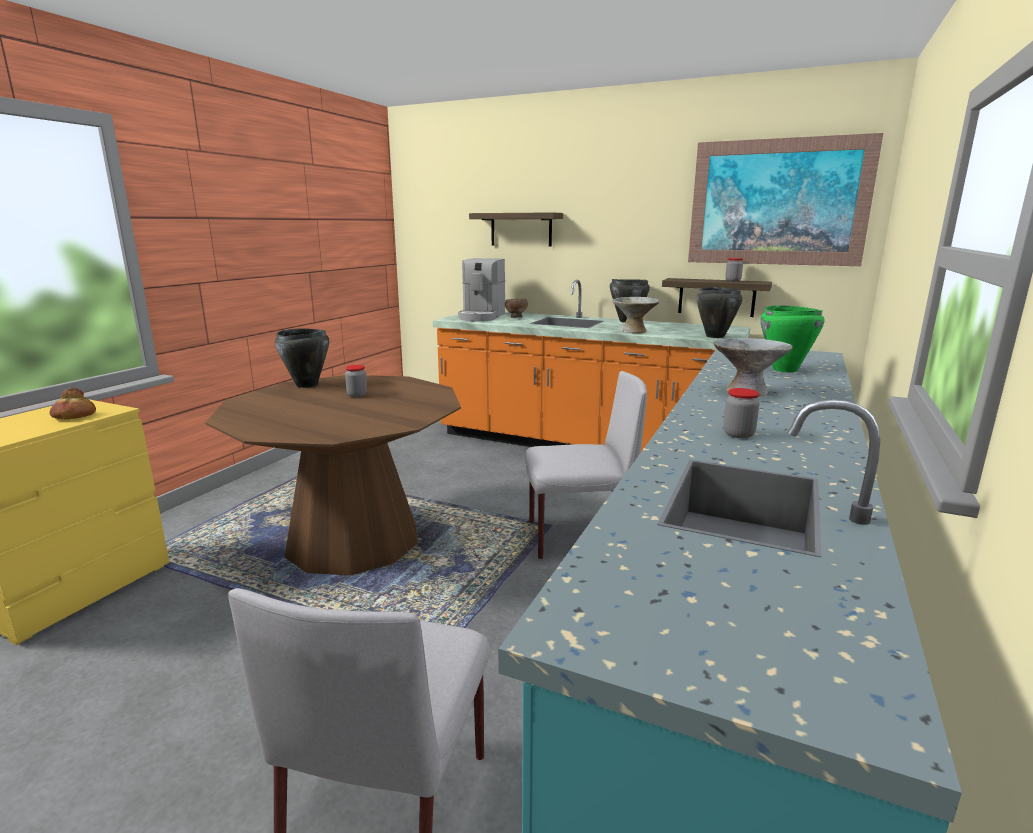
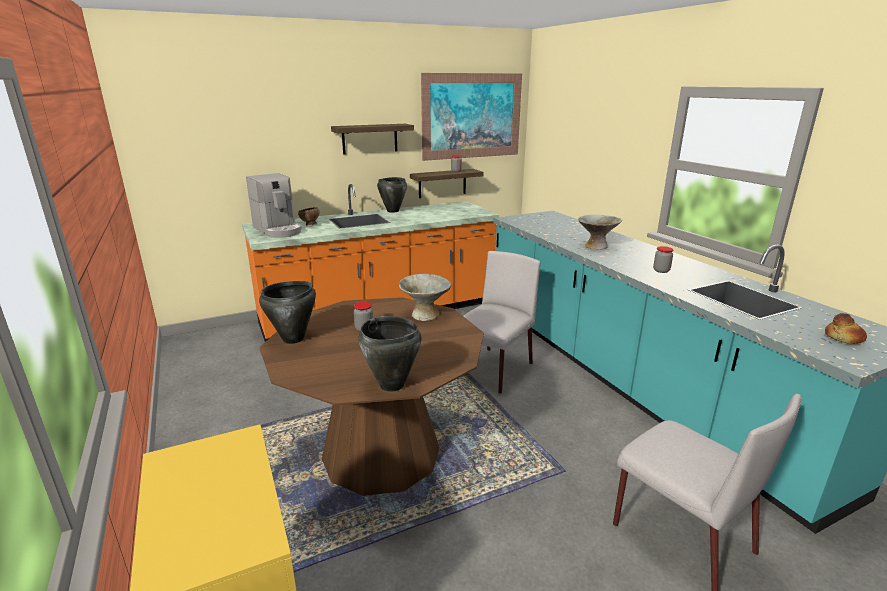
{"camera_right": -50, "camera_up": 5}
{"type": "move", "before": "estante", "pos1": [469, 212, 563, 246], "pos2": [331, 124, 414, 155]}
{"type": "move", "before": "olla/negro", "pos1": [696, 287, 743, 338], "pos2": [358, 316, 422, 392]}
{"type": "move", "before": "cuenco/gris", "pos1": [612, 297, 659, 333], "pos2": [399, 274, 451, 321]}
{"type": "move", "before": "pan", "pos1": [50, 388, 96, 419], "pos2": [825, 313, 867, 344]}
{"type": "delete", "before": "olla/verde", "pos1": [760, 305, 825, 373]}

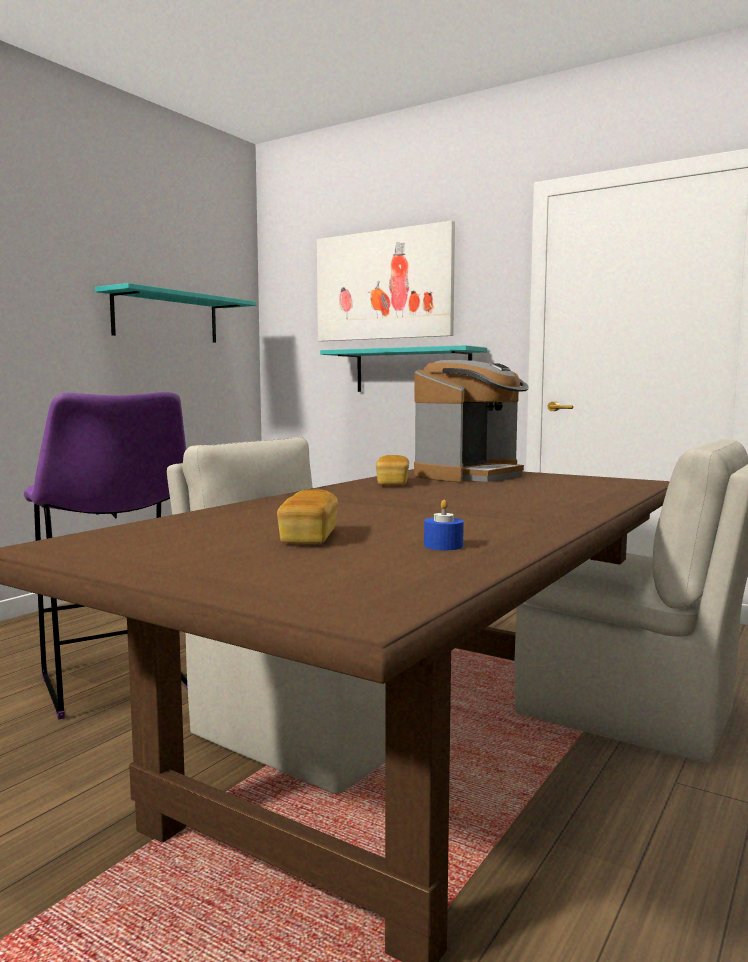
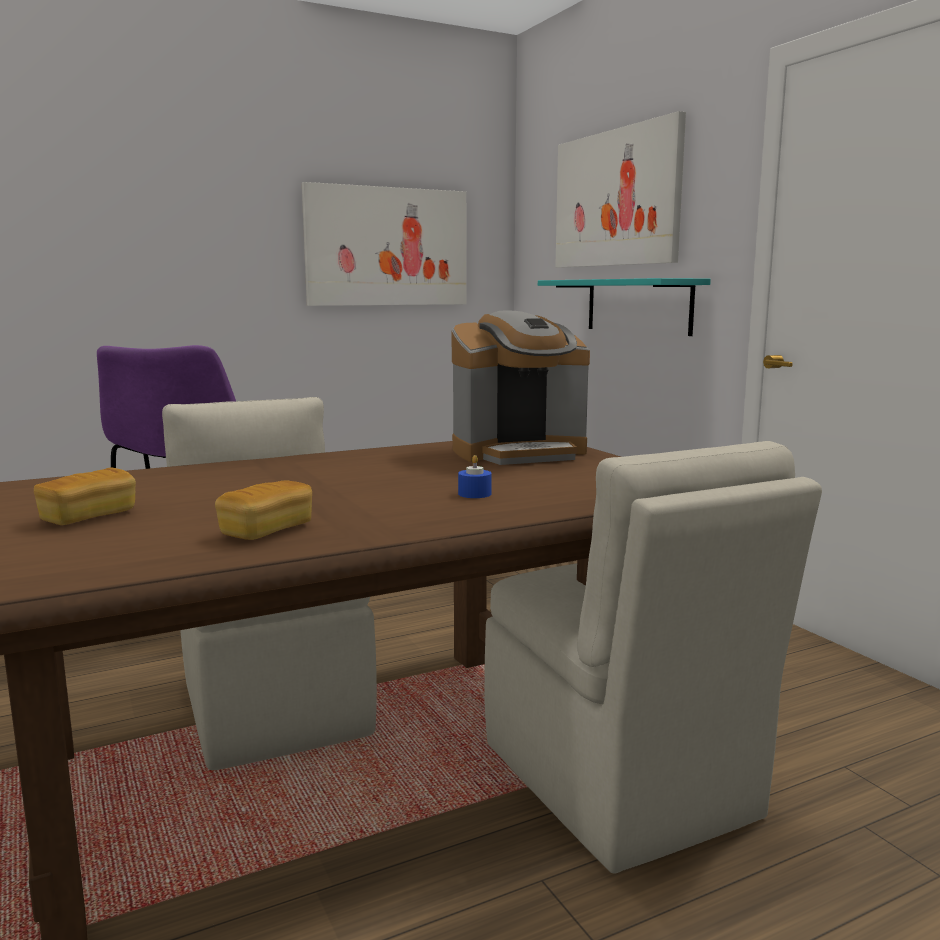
{"camera_right": 30, "camera_up": 5}
{"type": "move", "before": "pan", "pos1": [376, 455, 409, 486], "pos2": [215, 481, 312, 540]}
{"type": "replace", "before": "estante/turquesa", "after": "cuadro", "pos1": [95, 283, 256, 343], "pos2": [302, 182, 466, 306]}
{"type": "move", "before": "vela/azul", "pos1": [424, 500, 464, 550], "pos2": [458, 455, 492, 498]}

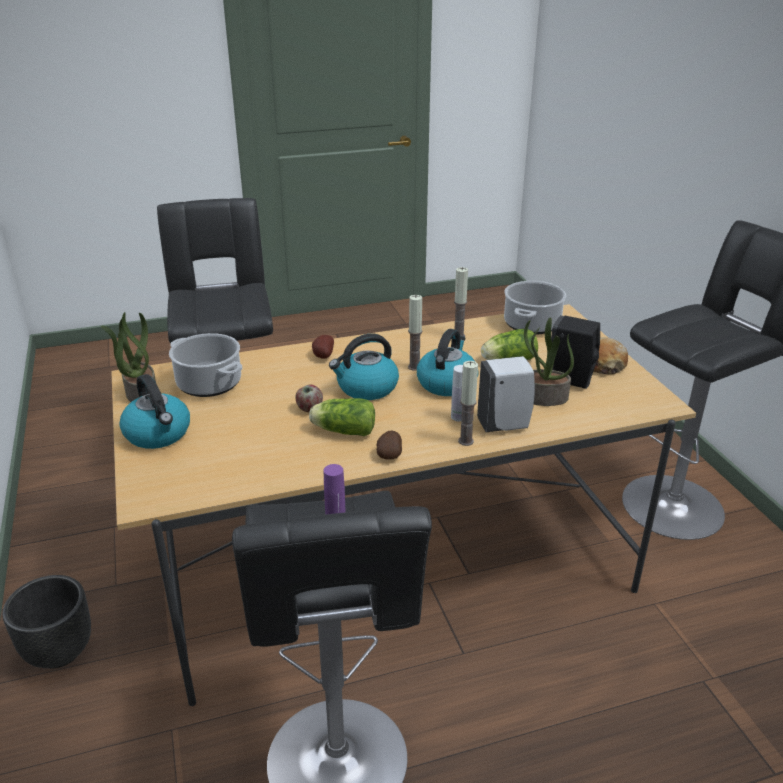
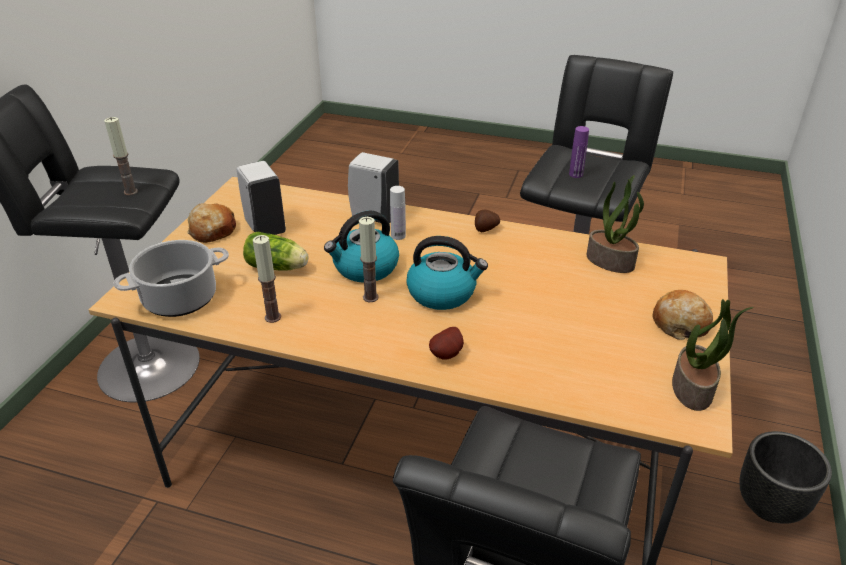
{"camera_right": -145, "camera_up": 5}
{"type": "move", "before": "vela", "pos1": [458, 361, 478, 446], "pos2": [104, 117, 138, 195]}
{"type": "recolor", "before": "dispensador de jabón/negro", "after": "dispensador de jabón/blanco", "pos1": [551, 315, 600, 389], "pos2": [237, 161, 286, 235]}
{"type": "move", "before": "planta en maceta", "pos1": [524, 317, 574, 406], "pos2": [586, 175, 644, 273]}
{"type": "replace", "before": "hervidor", "after": "pan", "pos1": [119, 374, 190, 449], "pos2": [652, 290, 713, 340]}
{"type": "delete", "before": "olla", "pos1": [169, 333, 242, 397]}
{"type": "delete", "before": "manzana", "pos1": [295, 385, 323, 412]}
{"type": "delete", "before": "lechuga", "pos1": [309, 398, 375, 436]}

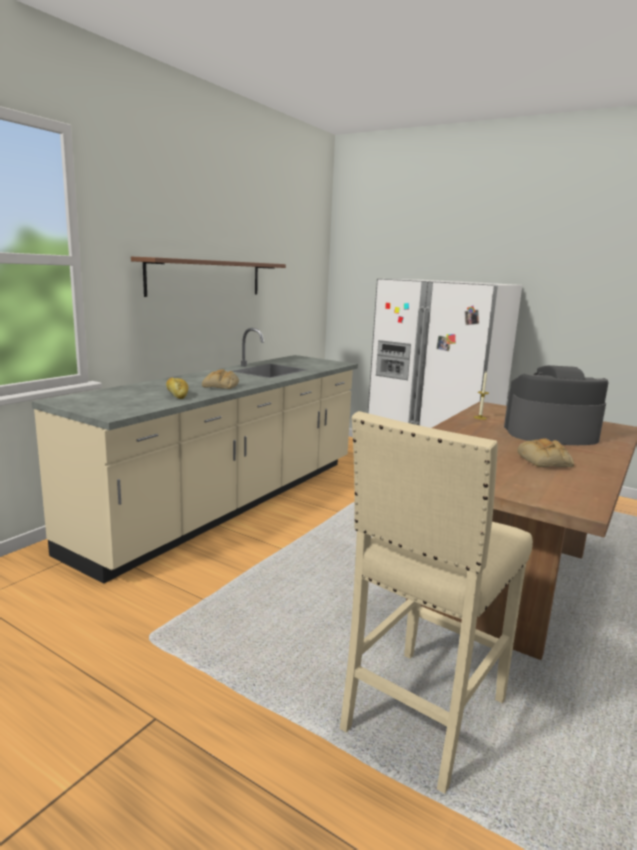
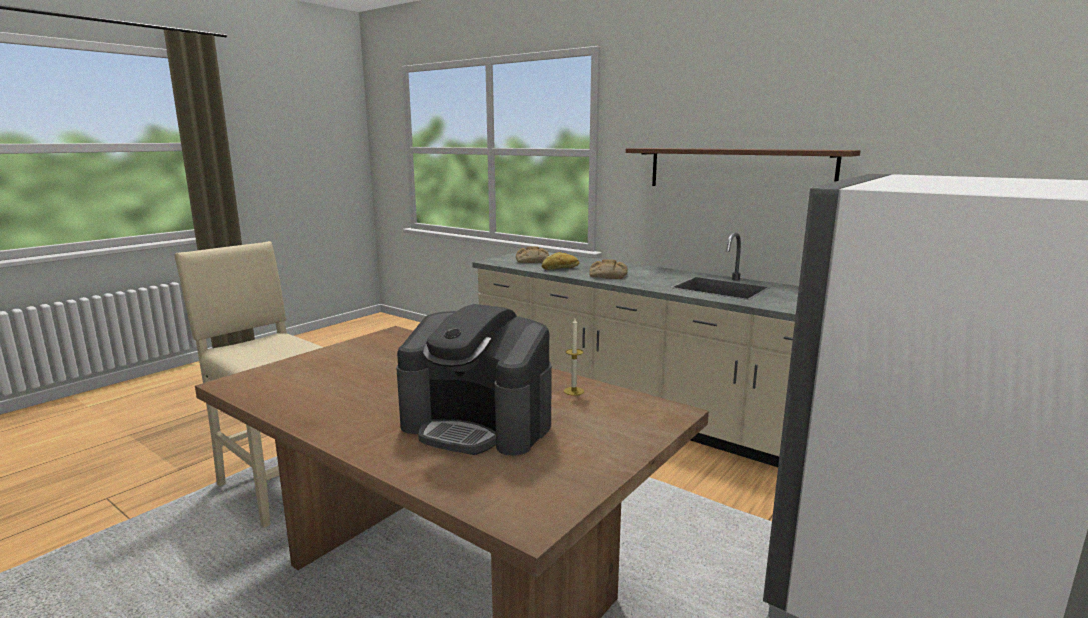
{"camera_right": 95, "camera_up": 0}
{"type": "rotate", "before": "cafetera", "pos1": [504, 365, 609, 445], "pos2": [397, 304, 551, 456], "turn": 105}
{"type": "move", "before": "pan", "pos1": [517, 438, 574, 467], "pos2": [516, 246, 549, 263]}

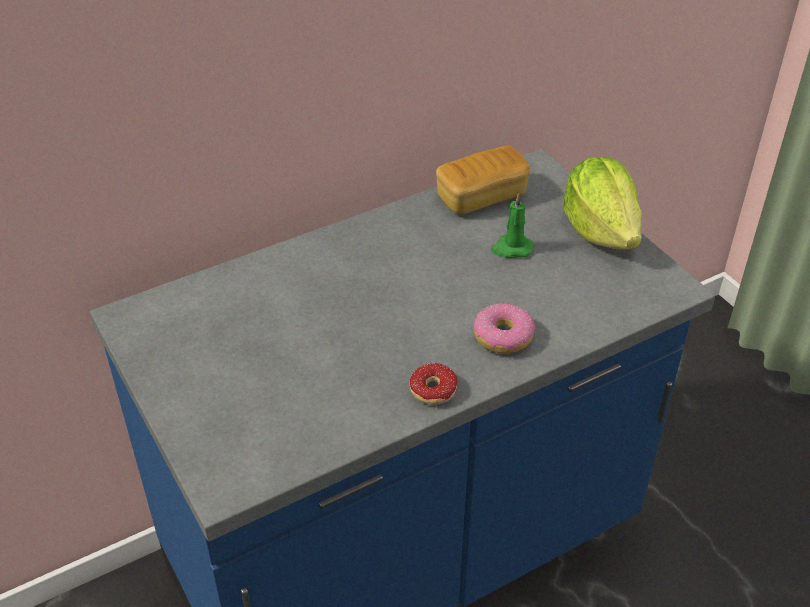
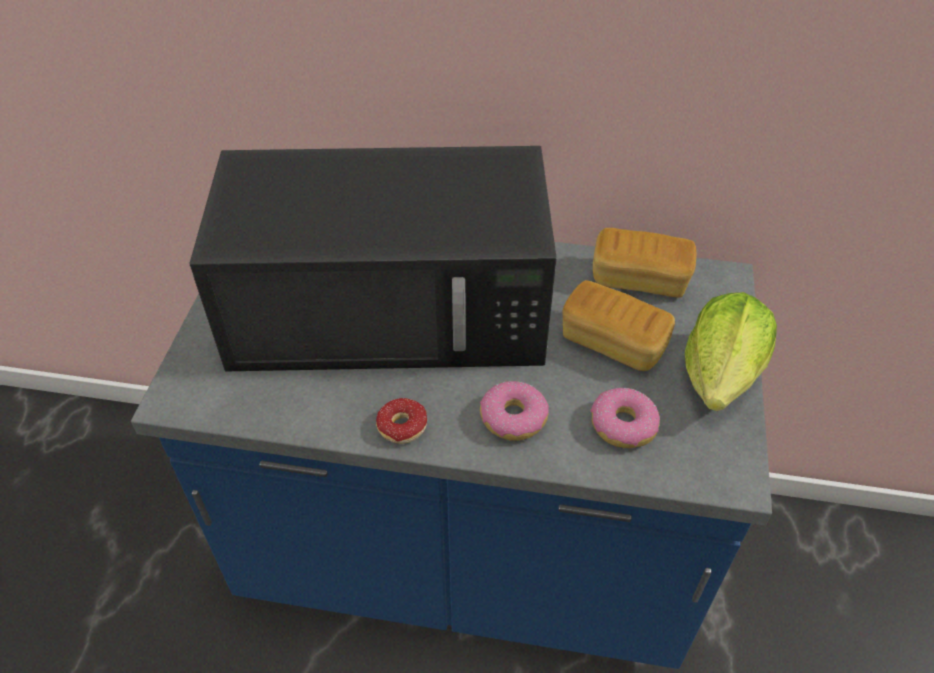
{"camera_right": 40, "camera_up": 5}
{"type": "insert", "after": "microondas/negro", "pos2": [189, 146, 557, 371]}
{"type": "replace", "before": "vela/verde", "after": "pan", "pos1": [491, 193, 534, 258], "pos2": [563, 280, 675, 371]}
{"type": "insert", "after": "rosquilla", "pos2": [590, 387, 660, 448]}

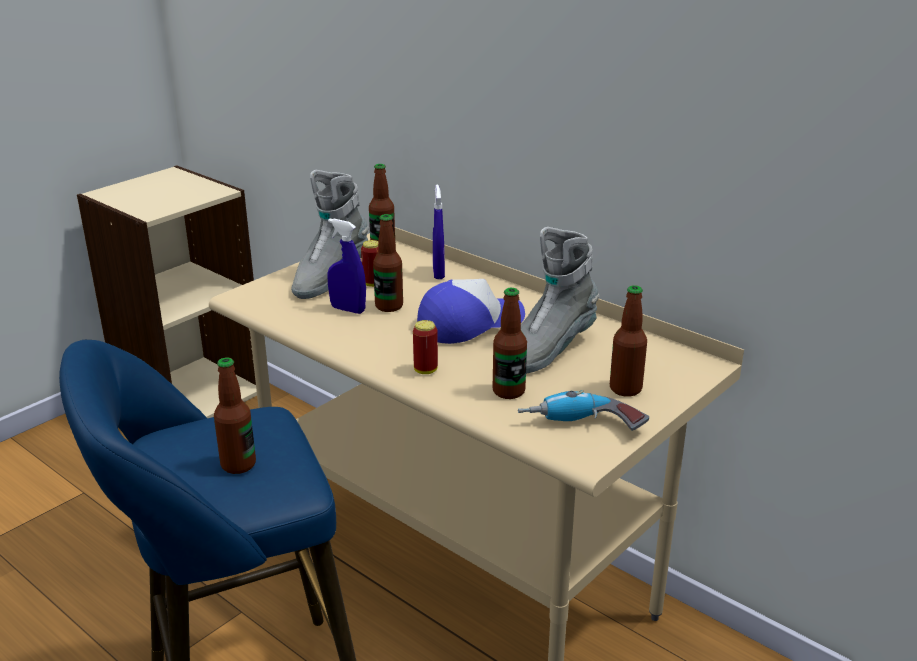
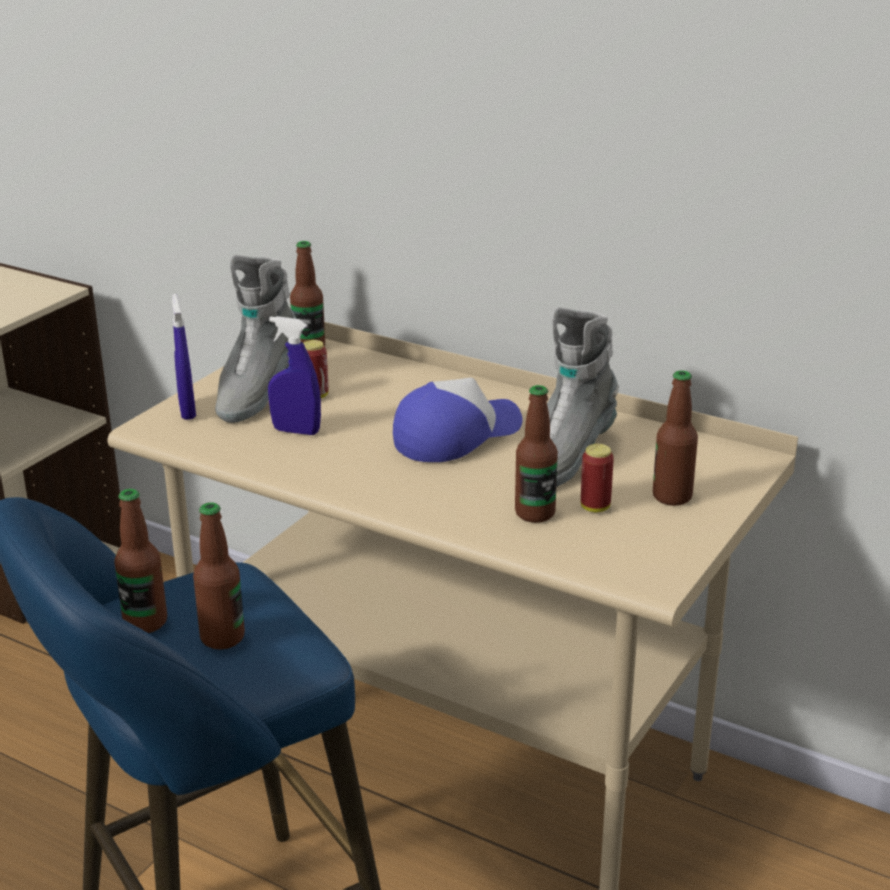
{"camera_right": -10, "camera_up": 0}
{"type": "move", "before": "botella", "pos1": [373, 214, 403, 312], "pos2": [114, 489, 167, 633]}
{"type": "move", "before": "pulverizador/azul", "pos1": [433, 185, 445, 279], "pos2": [172, 294, 196, 420]}
{"type": "move", "before": "lata", "pos1": [413, 320, 438, 374], "pos2": [581, 444, 614, 512]}
{"type": "delete", "before": "taladro", "pos1": [518, 390, 649, 431]}

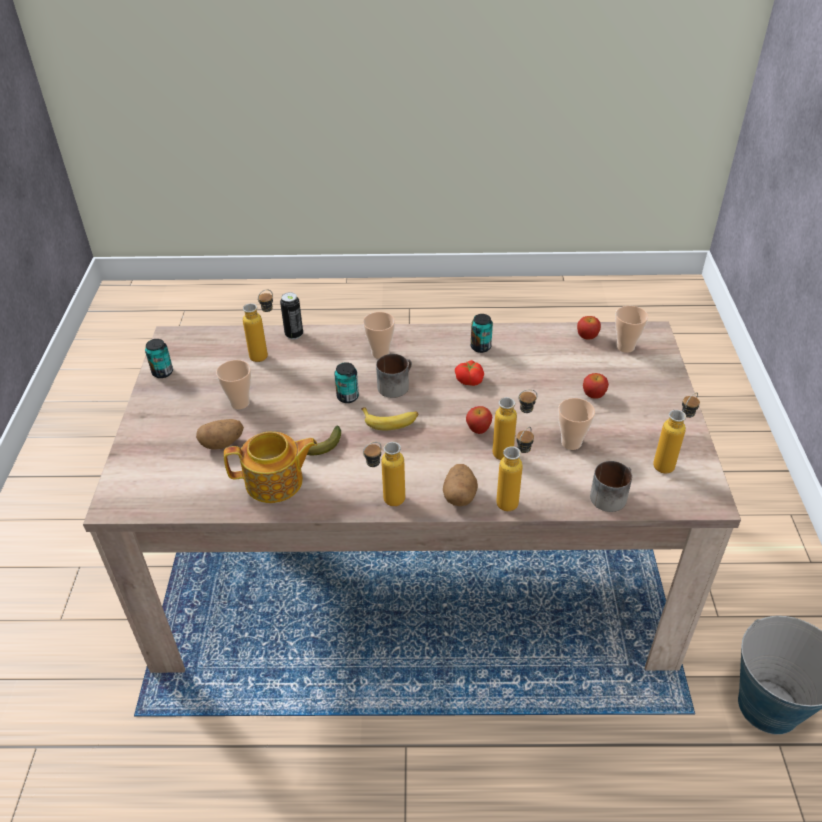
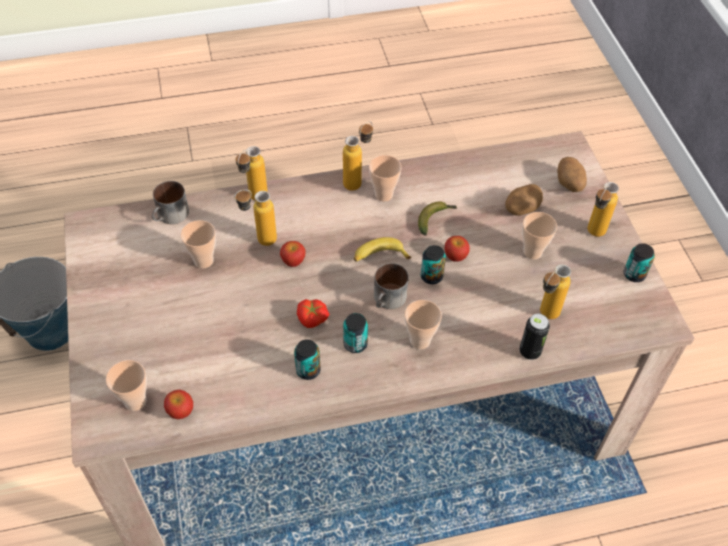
{"camera_right": 165, "camera_up": 10}
{"type": "insert", "after": "lata", "pos2": [343, 313, 368, 353]}
{"type": "insert", "after": "taza", "pos2": [369, 155, 402, 202]}
{"type": "move", "before": "manzana", "pos1": [583, 373, 609, 399], "pos2": [444, 236, 470, 262]}
{"type": "move", "before": "patata", "pos1": [443, 464, 478, 506], "pos2": [557, 157, 587, 192]}
{"type": "move", "before": "botella", "pos1": [653, 392, 700, 473], "pos2": [587, 182, 619, 237]}
{"type": "delete", "before": "tetera", "pos1": [224, 431, 318, 503]}

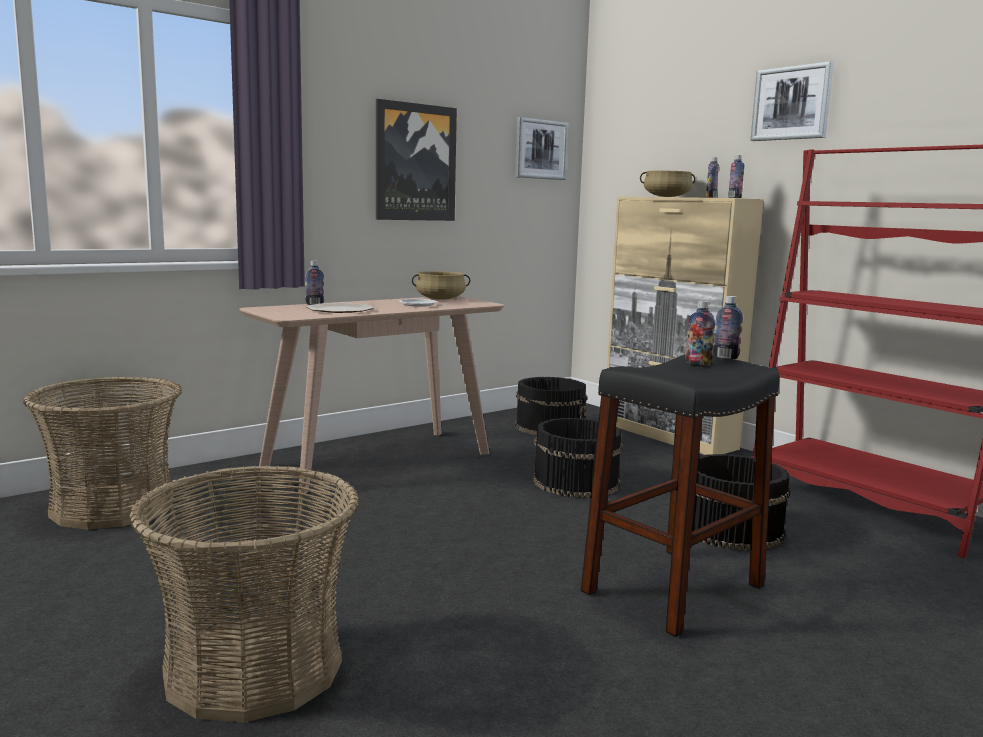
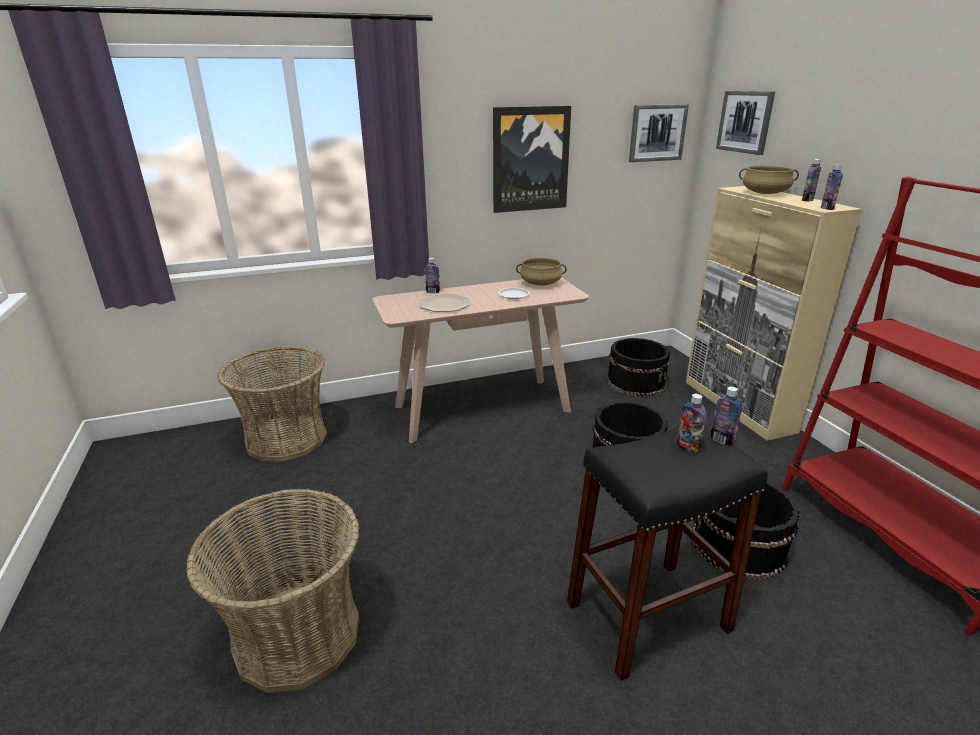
{"camera_right": 20, "camera_up": 15}
{"type": "move", "before": "cuadro", "pos1": [750, 61, 834, 141], "pos2": [716, 91, 775, 155]}

